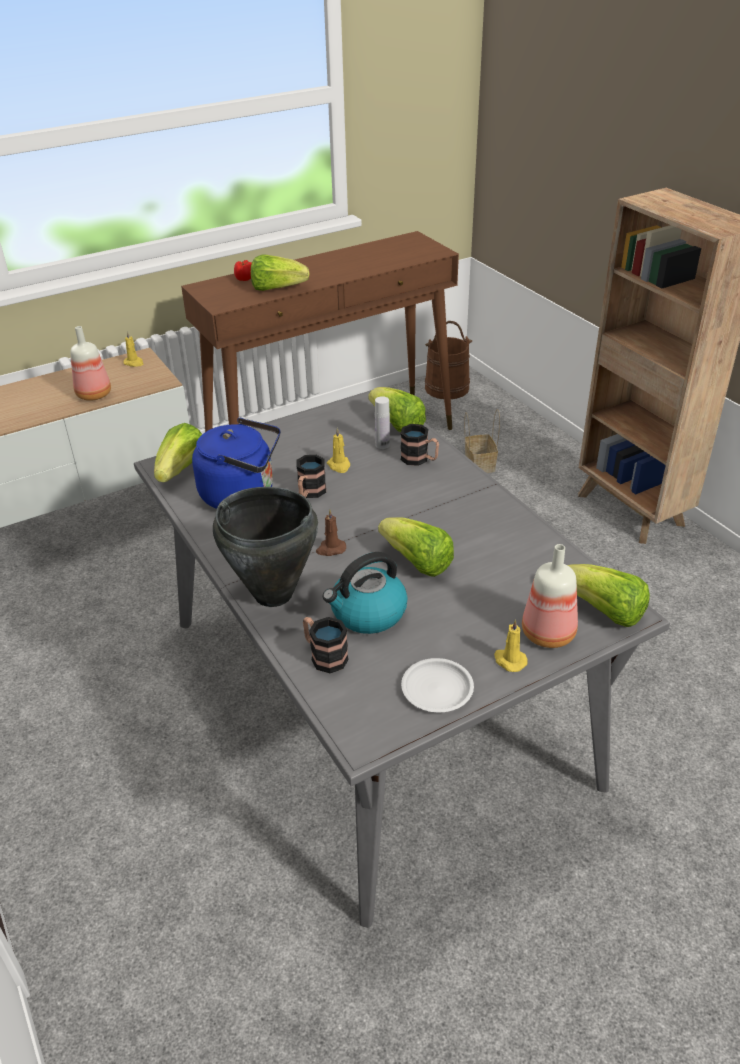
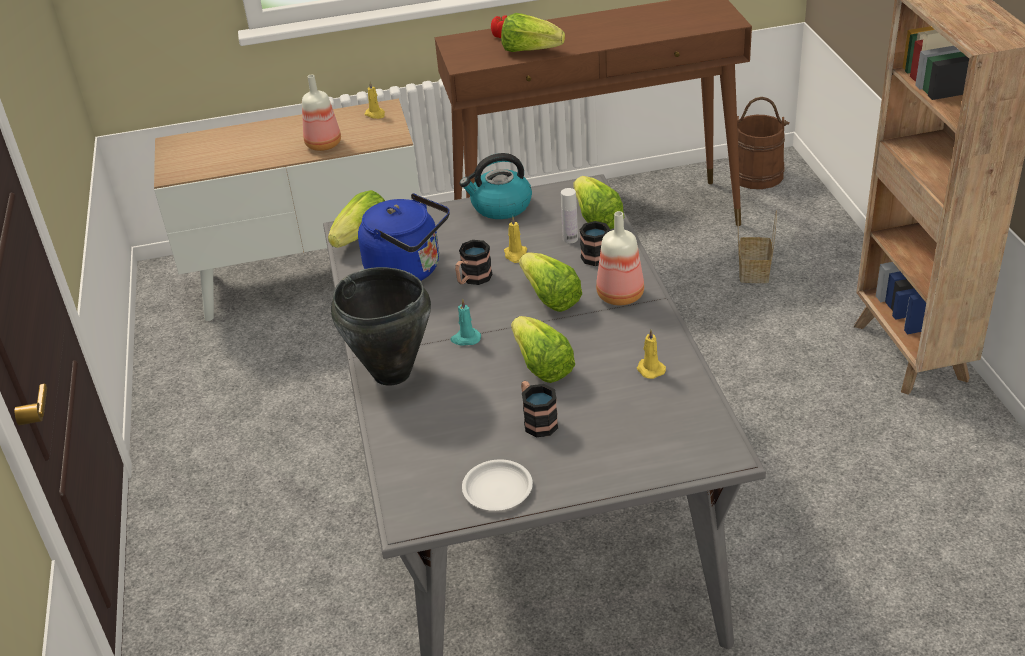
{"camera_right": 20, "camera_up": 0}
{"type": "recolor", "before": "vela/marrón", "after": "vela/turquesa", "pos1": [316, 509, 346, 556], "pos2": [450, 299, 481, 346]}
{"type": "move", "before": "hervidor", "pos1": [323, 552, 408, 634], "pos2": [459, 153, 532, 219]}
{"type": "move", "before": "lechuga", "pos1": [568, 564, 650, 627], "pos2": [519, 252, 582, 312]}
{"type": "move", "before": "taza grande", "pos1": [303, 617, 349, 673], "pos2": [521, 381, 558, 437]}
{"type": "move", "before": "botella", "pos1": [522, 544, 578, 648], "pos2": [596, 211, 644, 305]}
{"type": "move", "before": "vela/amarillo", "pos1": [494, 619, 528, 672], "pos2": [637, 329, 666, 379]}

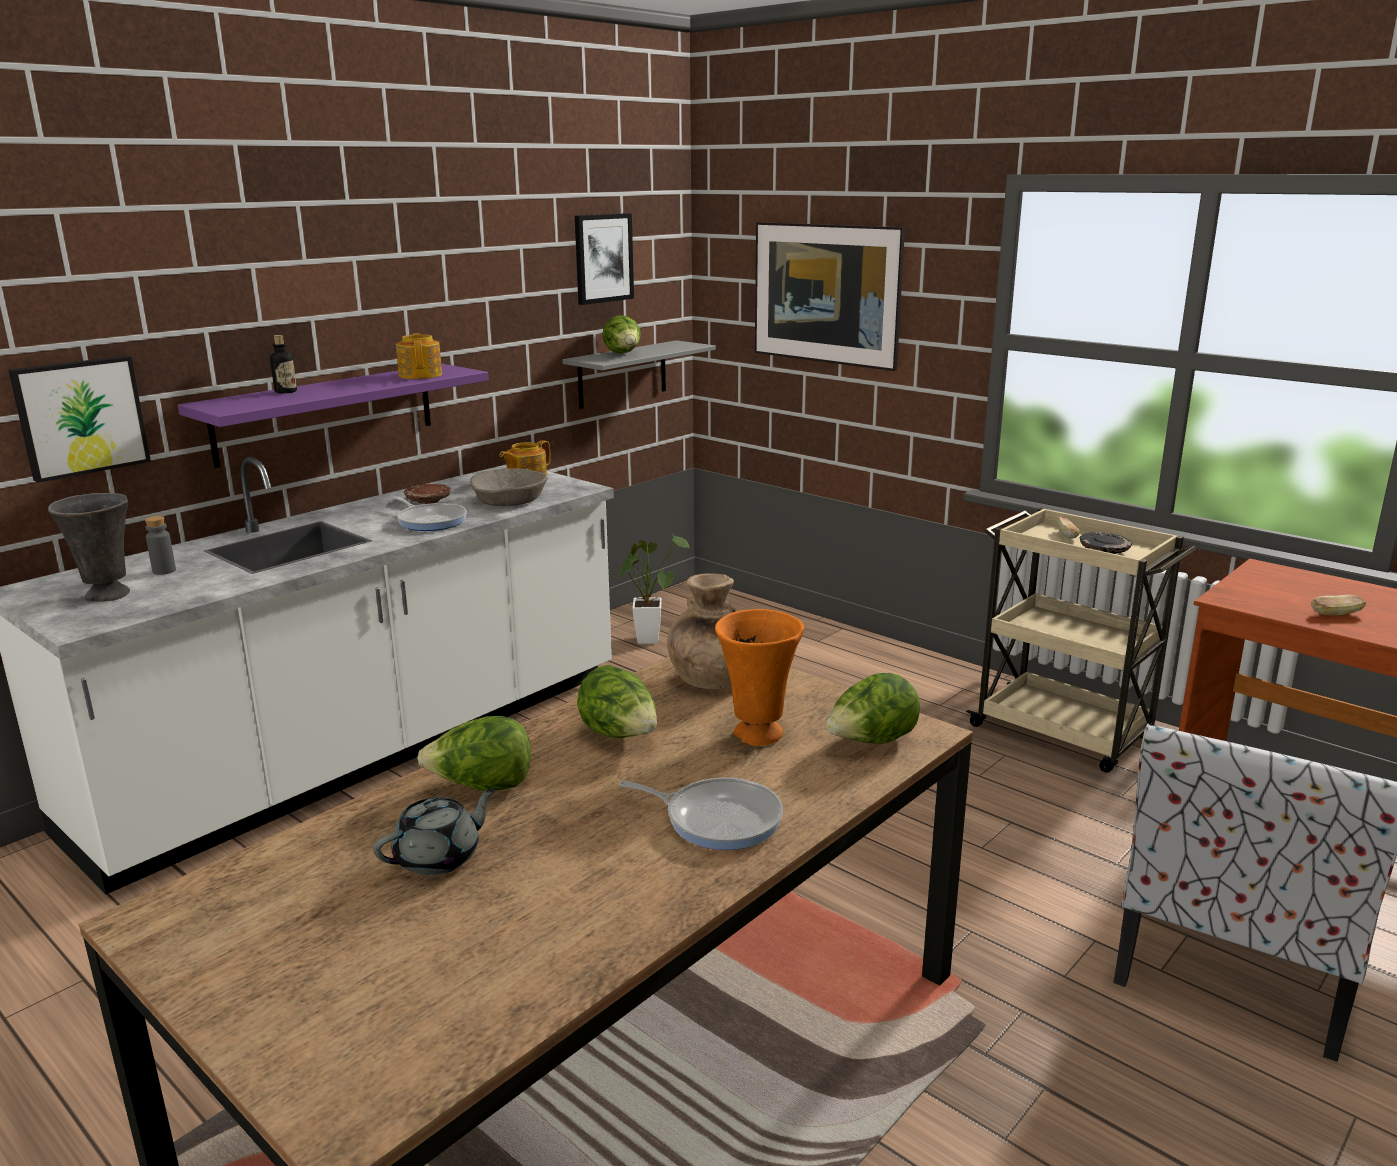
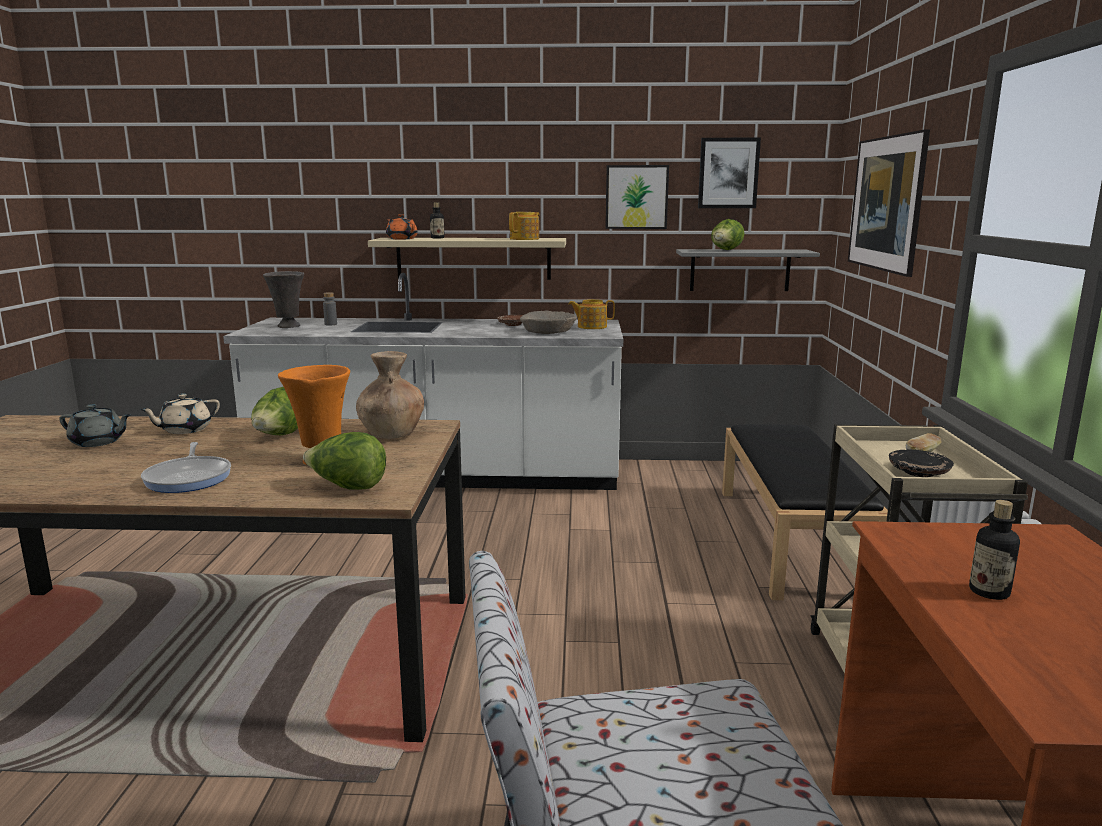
{"camera_right": 50, "camera_up": -5}
{"type": "replace", "before": "lechuga", "after": "tetera/beis", "pos1": [417, 716, 531, 791], "pos2": [139, 394, 220, 434]}
{"type": "recolor", "before": "estante/morado", "after": "estante/beis", "pos1": [178, 364, 489, 468], "pos2": [368, 238, 566, 280]}
{"type": "insert", "after": "tetera/naranja", "pos2": [386, 214, 418, 240]}
{"type": "move", "before": "cuadro", "pos1": [8, 356, 151, 483], "pos2": [605, 165, 669, 229]}
{"type": "insert", "after": "banco/negro", "pos2": [722, 424, 888, 600]}
{"type": "replace", "before": "pan", "after": "botella", "pos1": [1311, 595, 1366, 615], "pos2": [969, 500, 1020, 600]}
{"type": "delete", "before": "sartén", "pos1": [394, 497, 467, 531]}
{"type": "delete", "before": "planta en maceta", "pos1": [619, 534, 689, 644]}

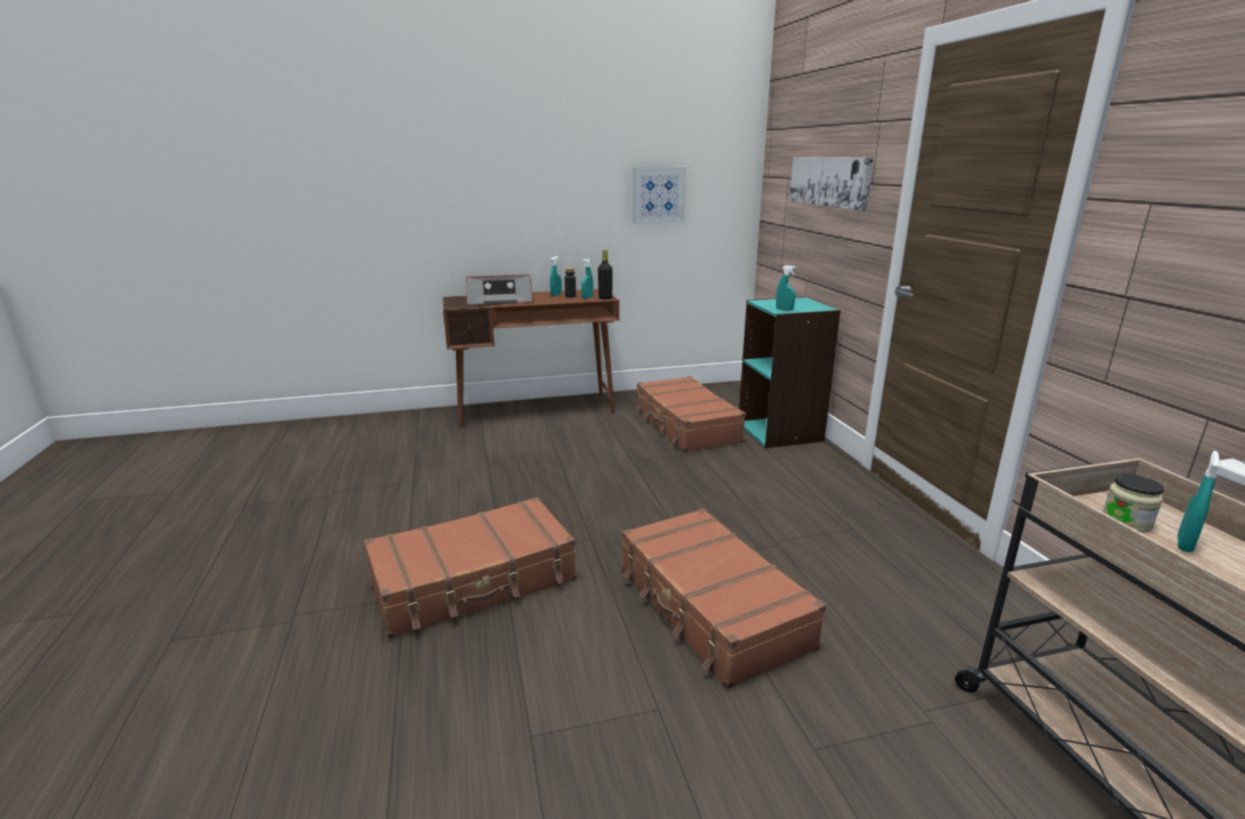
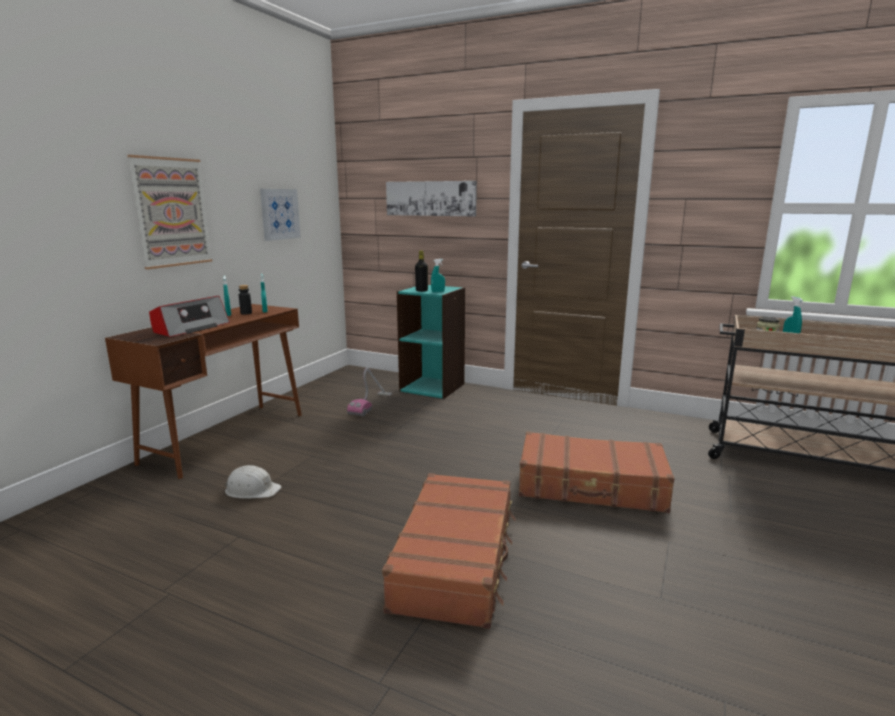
{"camera_right": -50, "camera_up": -5}
{"type": "insert", "after": "cuadro", "pos2": [127, 155, 212, 269]}
{"type": "insert", "after": "casco/blanco", "pos2": [223, 465, 282, 498]}
{"type": "replace", "before": "maleta/marrón", "after": "aspiradora", "pos1": [637, 376, 746, 452], "pos2": [347, 368, 392, 416]}
{"type": "move", "before": "botella/negro", "pos1": [598, 250, 613, 300], "pos2": [415, 251, 428, 292]}

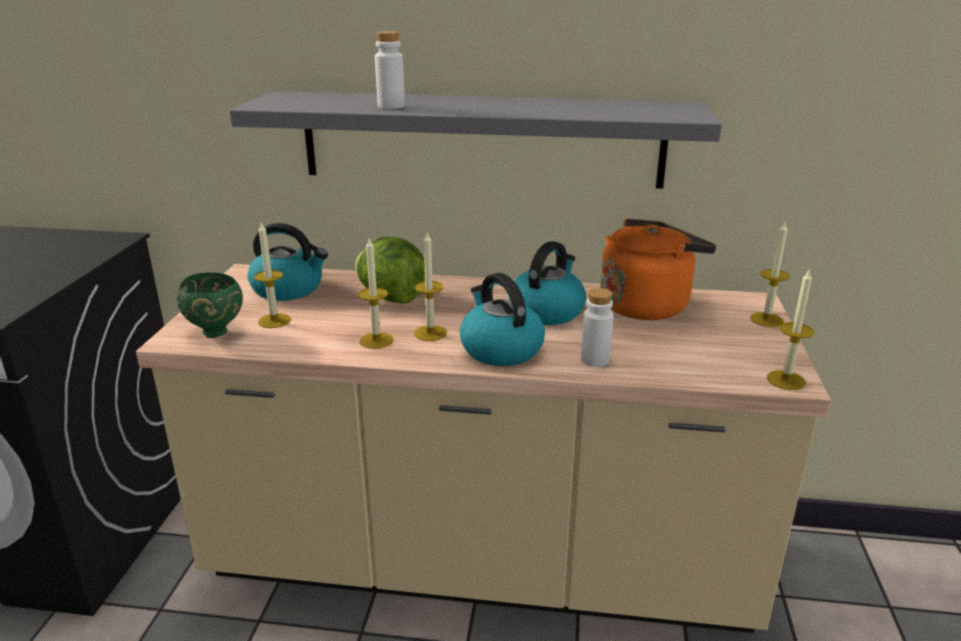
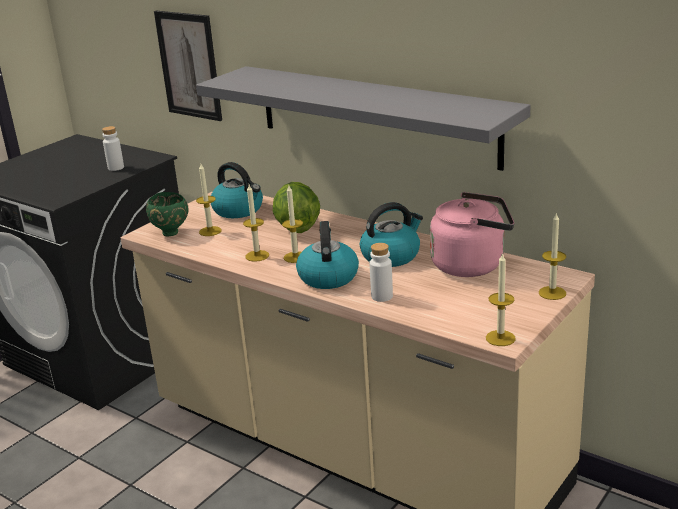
{"camera_right": 30, "camera_up": 0}
{"type": "move", "before": "botella/blanco", "pos1": [375, 31, 405, 109], "pos2": [102, 126, 124, 171]}
{"type": "insert", "after": "cuadro", "pos2": [154, 11, 222, 121]}
{"type": "recolor", "before": "hervidor/naranja", "after": "hervidor/rosa", "pos1": [600, 218, 716, 320], "pos2": [430, 192, 514, 277]}

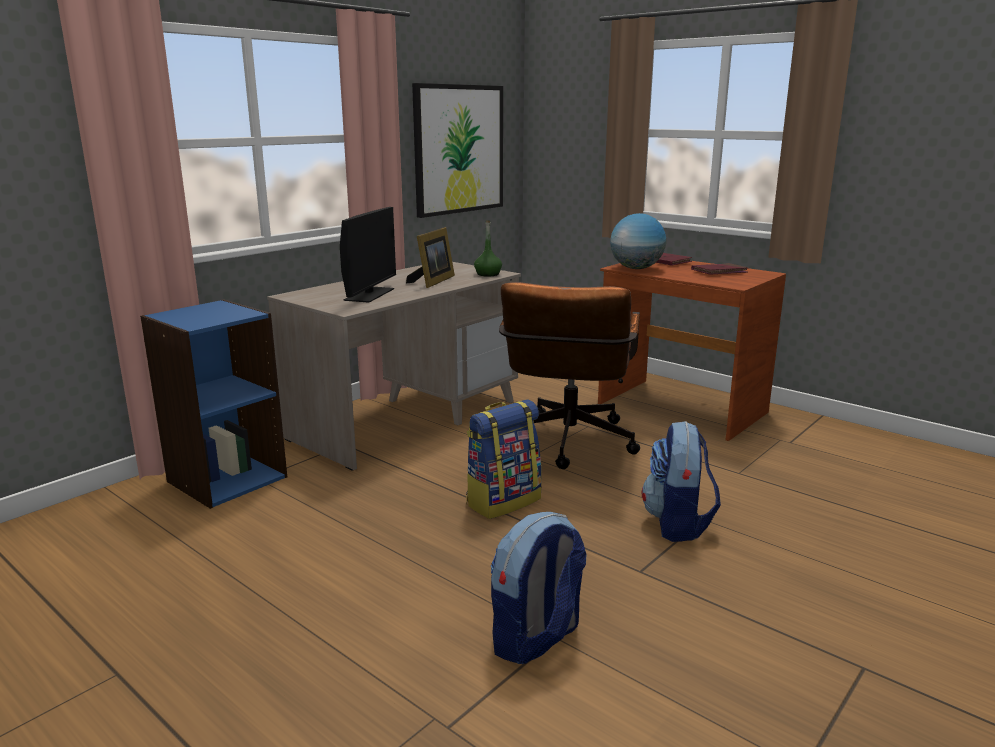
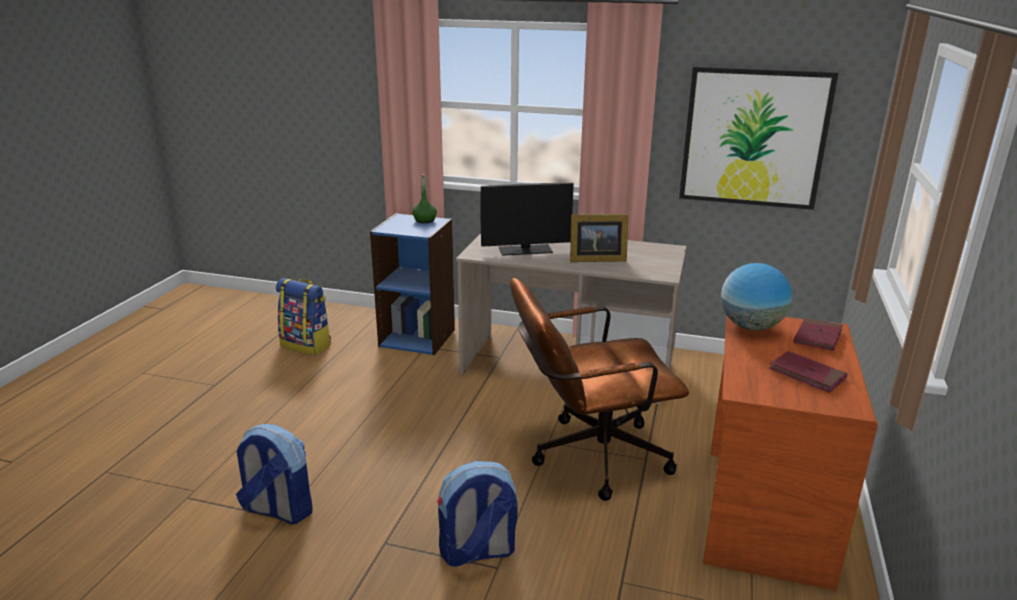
{"camera_right": 65, "camera_up": 5}
{"type": "move", "before": "mochila", "pos1": [466, 400, 542, 519], "pos2": [276, 278, 331, 355]}
{"type": "move", "before": "botella/verde", "pos1": [474, 220, 502, 277], "pos2": [412, 174, 437, 223]}

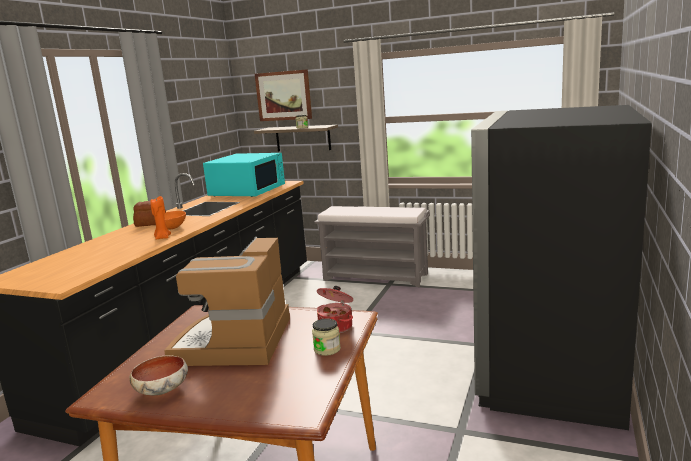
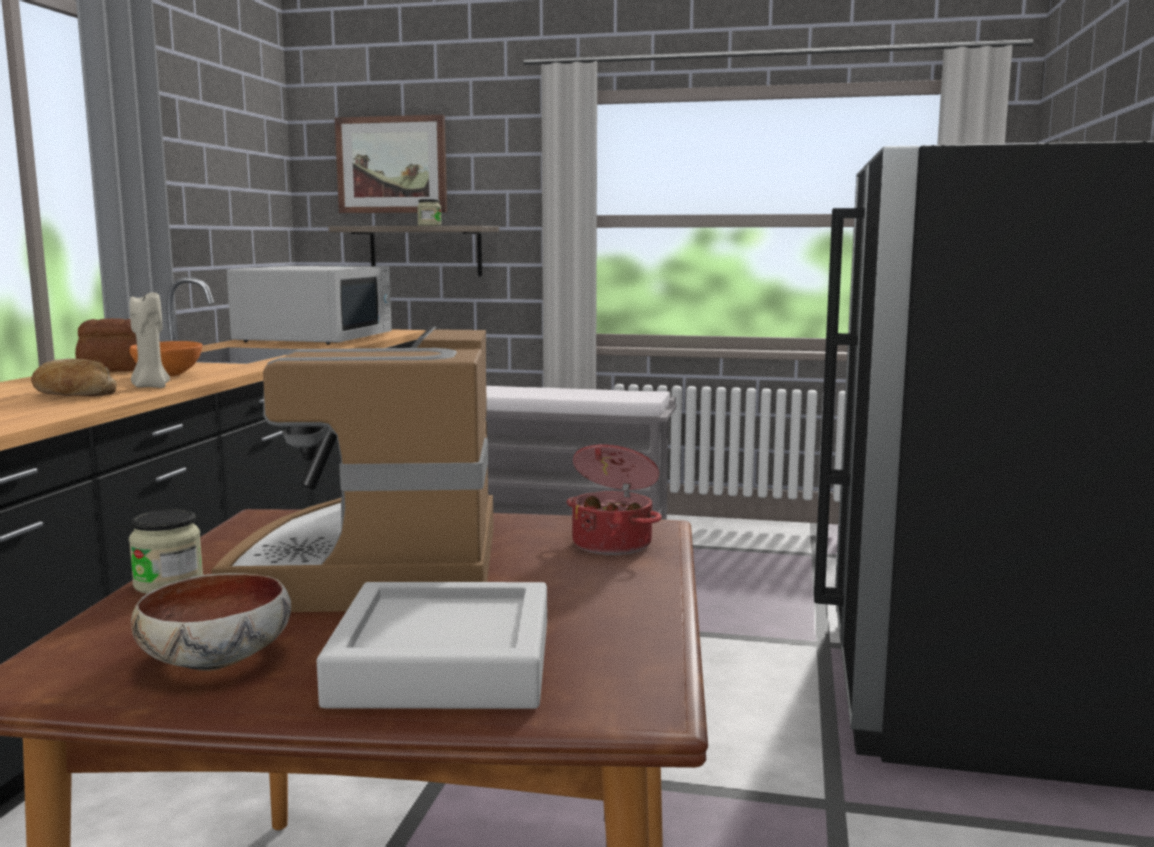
{"camera_right": -10, "camera_up": -5}
{"type": "insert", "after": "pan", "pos2": [31, 359, 117, 396]}
{"type": "move", "before": "tarro", "pos1": [312, 319, 341, 356], "pos2": [129, 509, 203, 594]}
{"type": "recolor", "before": "vela/naranja", "after": "vela/beis", "pos1": [150, 196, 171, 240], "pos2": [130, 292, 170, 388]}
{"type": "recolor", "before": "microondas/turquesa", "after": "microondas/blanco", "pos1": [203, 153, 285, 197], "pos2": [227, 266, 392, 344]}
{"type": "insert", "after": "bandeja/gris", "pos2": [317, 582, 547, 709]}

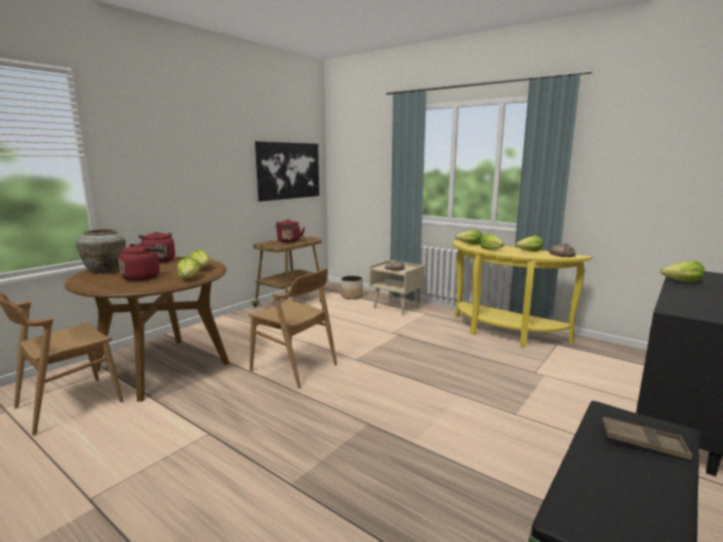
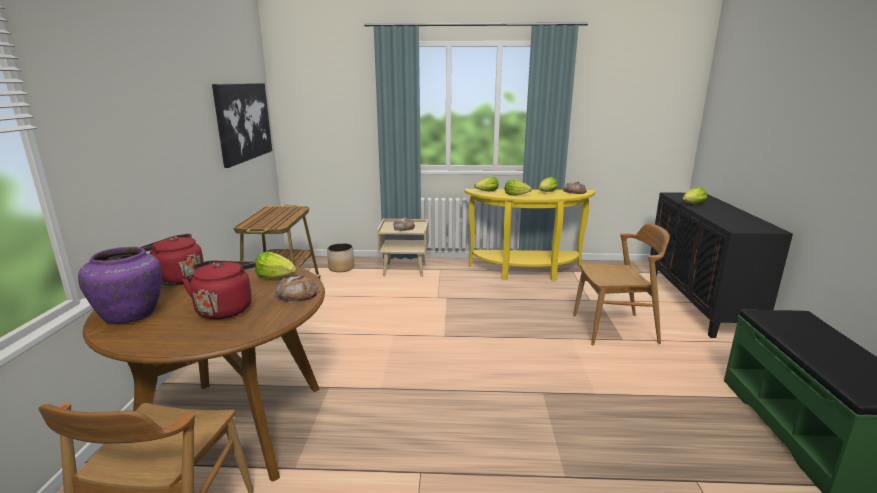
{"camera_right": -35, "camera_up": 5}
{"type": "recolor", "before": "florero/beis", "after": "florero/morado", "pos1": [76, 229, 126, 273], "pos2": [78, 247, 162, 323]}
{"type": "replace", "before": "lechuga", "after": "pan", "pos1": [177, 258, 200, 278], "pos2": [275, 275, 320, 303]}
{"type": "move", "before": "silla/marrón", "pos1": [249, 268, 337, 388], "pos2": [573, 222, 670, 345]}
{"type": "delete", "before": "hervidor/rojo", "pos1": [275, 219, 305, 243]}
{"type": "delete", "before": "bandeja/marrón", "pos1": [602, 416, 693, 460]}

